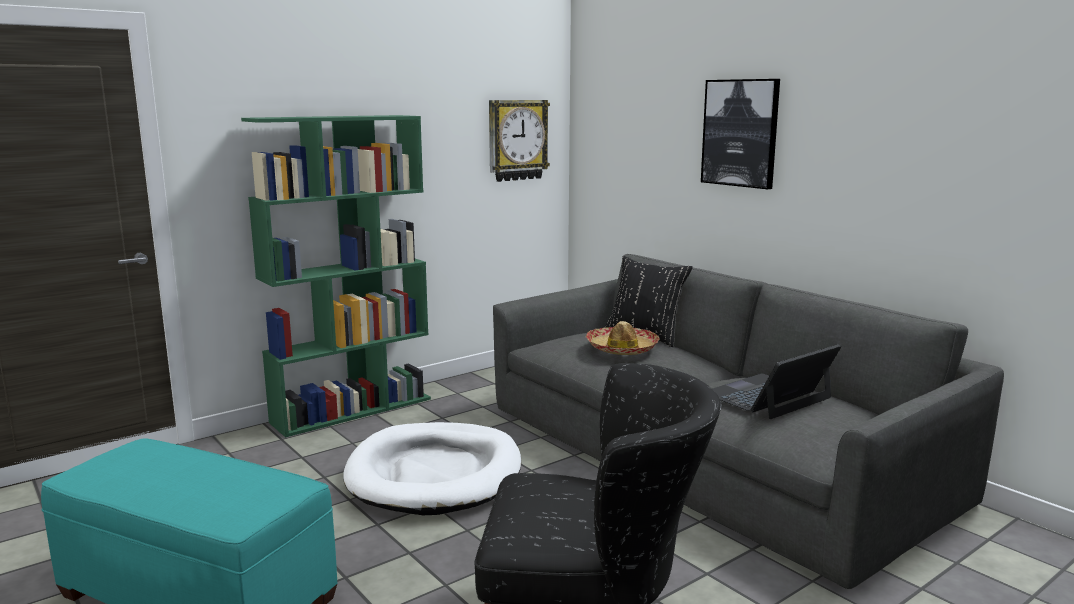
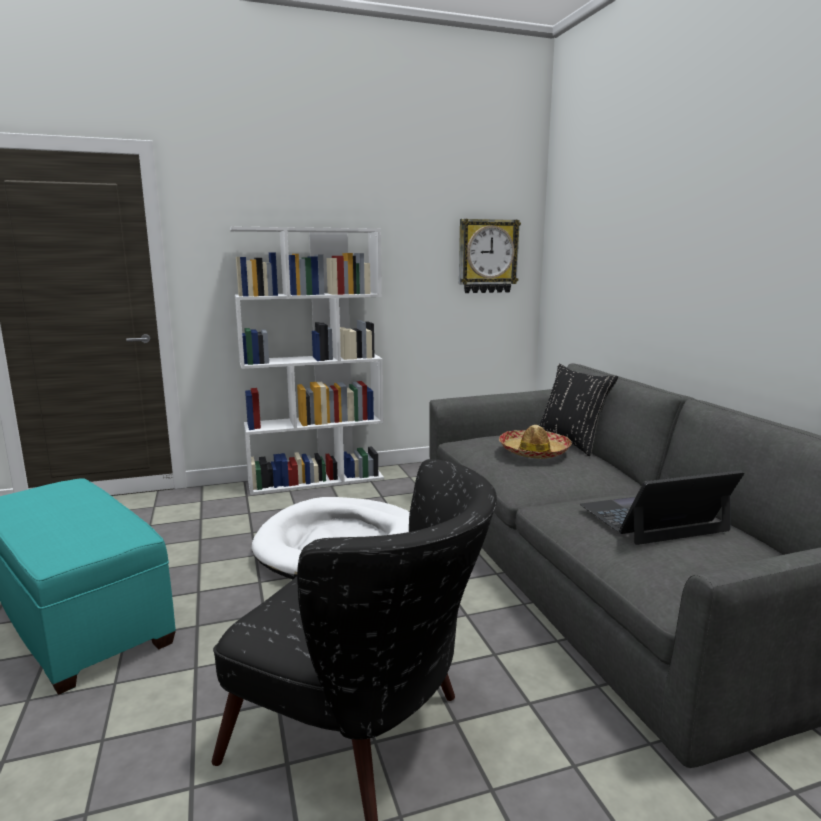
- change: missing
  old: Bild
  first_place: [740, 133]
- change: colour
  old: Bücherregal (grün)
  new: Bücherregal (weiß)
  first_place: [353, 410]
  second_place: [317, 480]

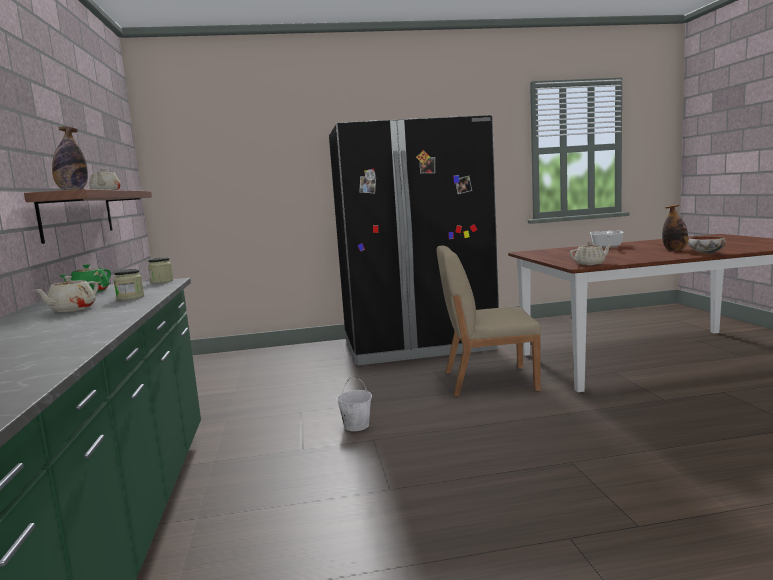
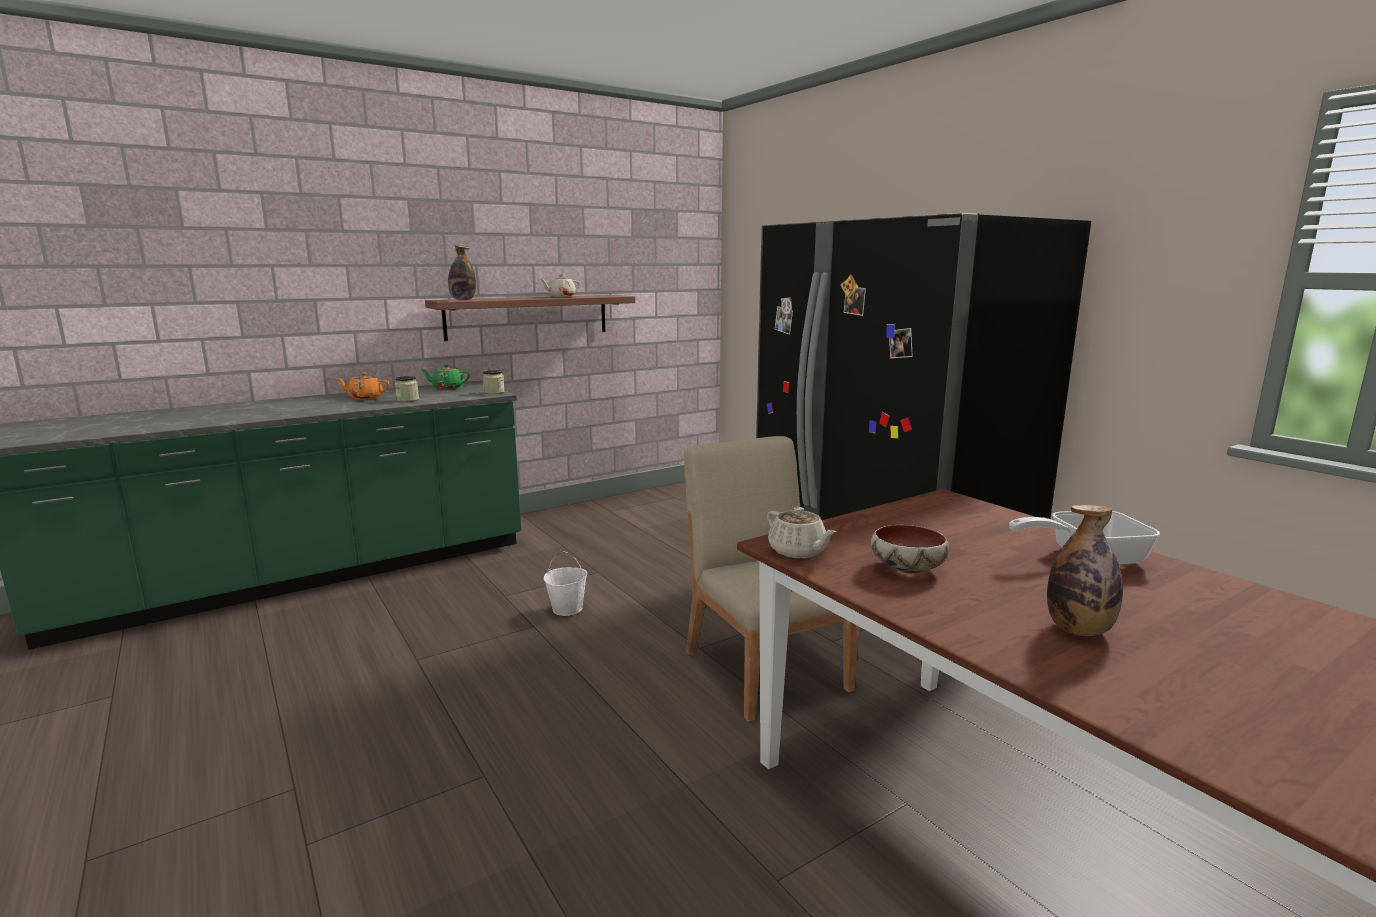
- change: relocated
  old: Schüssel
  first_place: [706, 253]
  second_place: [906, 569]
- change: colour
  old: Teekanne (beige)
  new: Teekanne (orange)
  first_place: [71, 309]
  second_place: [365, 398]

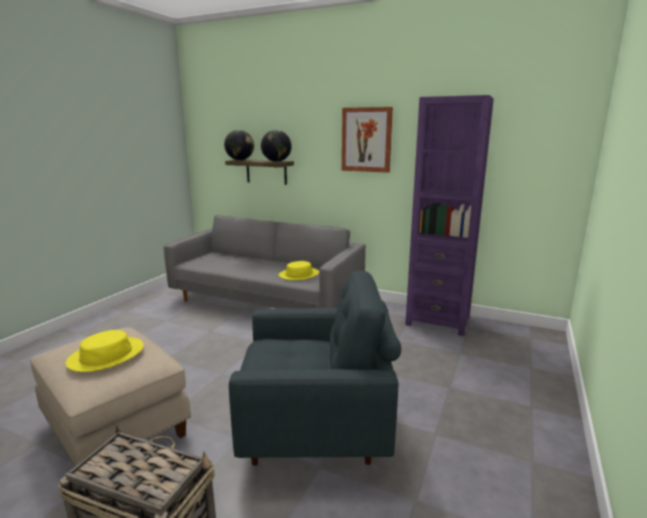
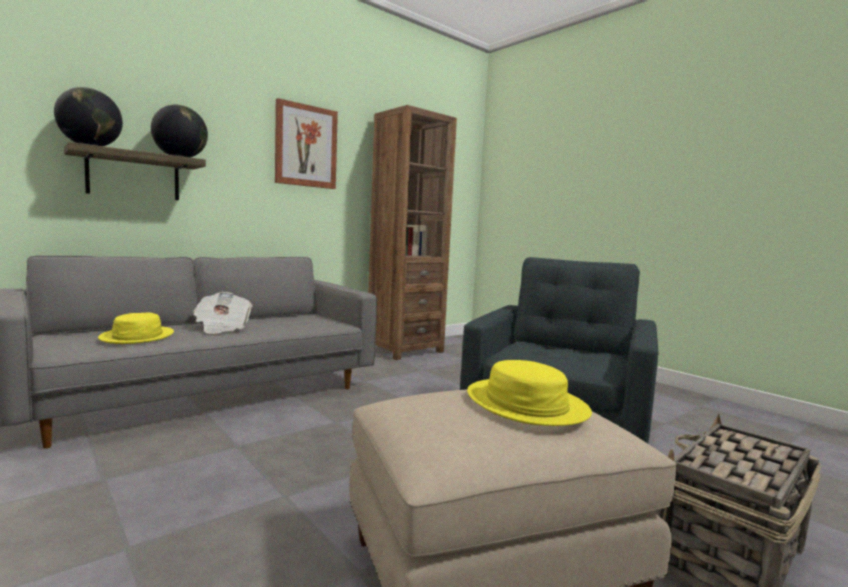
- change: appeared
  new: Zeitung
  second_place: [222, 328]
- change: relocated
  old: Hut (gelb)
  first_place: [299, 274]
  second_place: [138, 336]
- change: colour
  old: Bücherregal (lila)
  new: Bücherregal (braun)
  first_place: [438, 320]
  second_place: [404, 350]

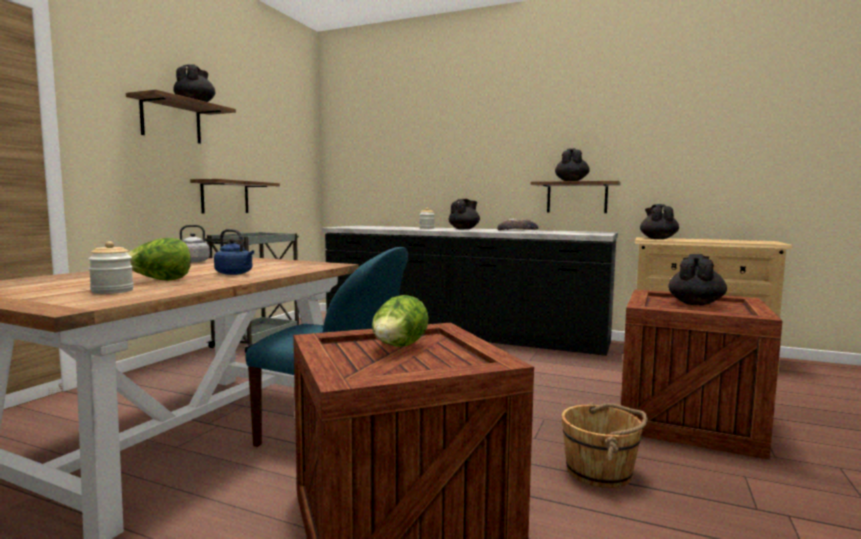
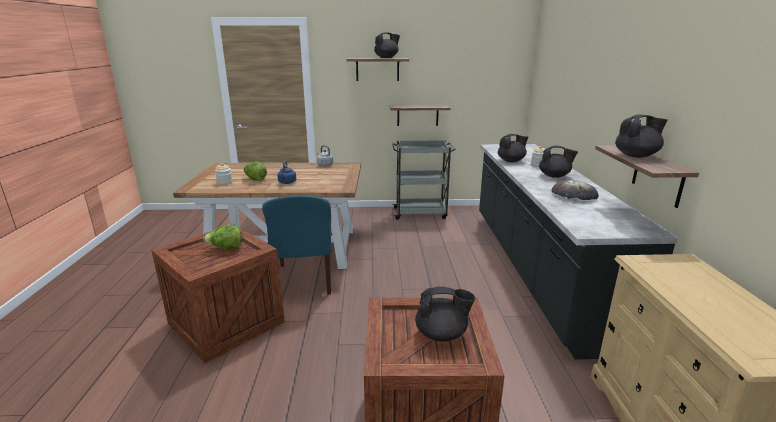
- change: missing
  old: Eimer (braun)
  first_place: [600, 471]
- change: relocated
  old: Teekanne (schwarz)
  first_place: [658, 239]
  second_place: [511, 161]

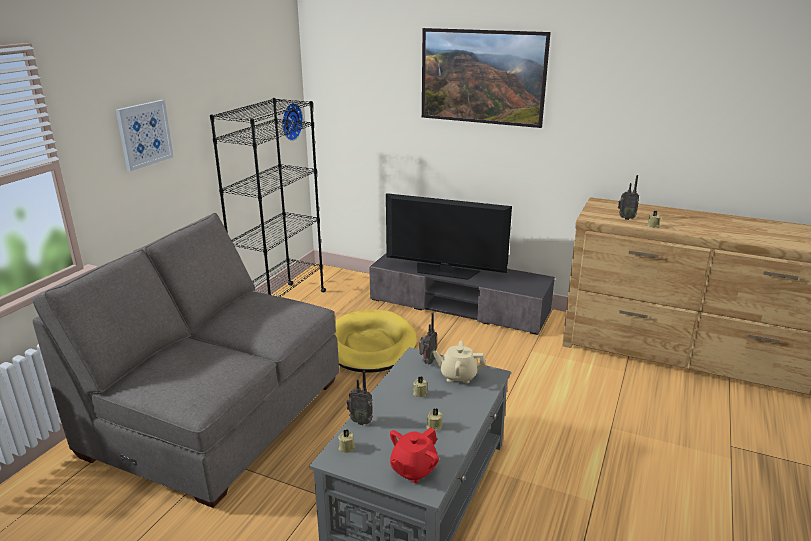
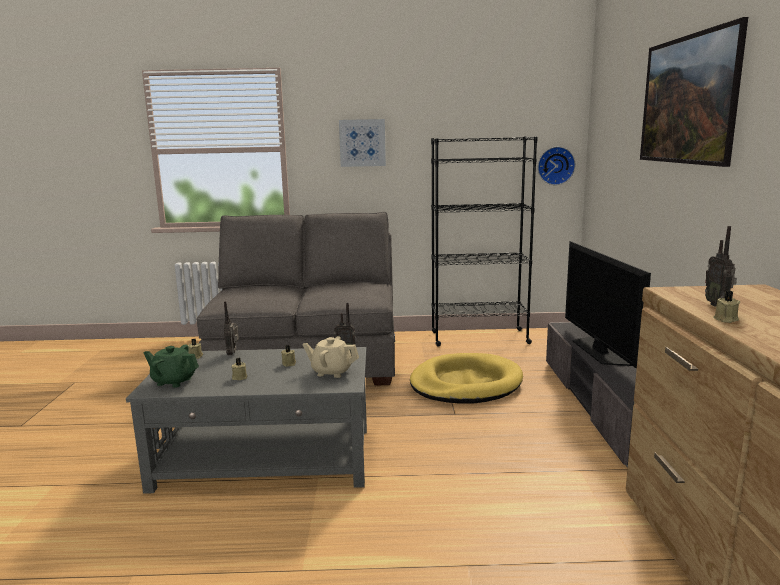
- change: colour
  old: Teekanne (rot)
  new: Teekanne (grün)
  first_place: [413, 470]
  second_place: [173, 381]
- change: spun
  old: Teekanne (beige)
  first_place: [458, 376]
  second_place: [331, 372]
  degrees: -60

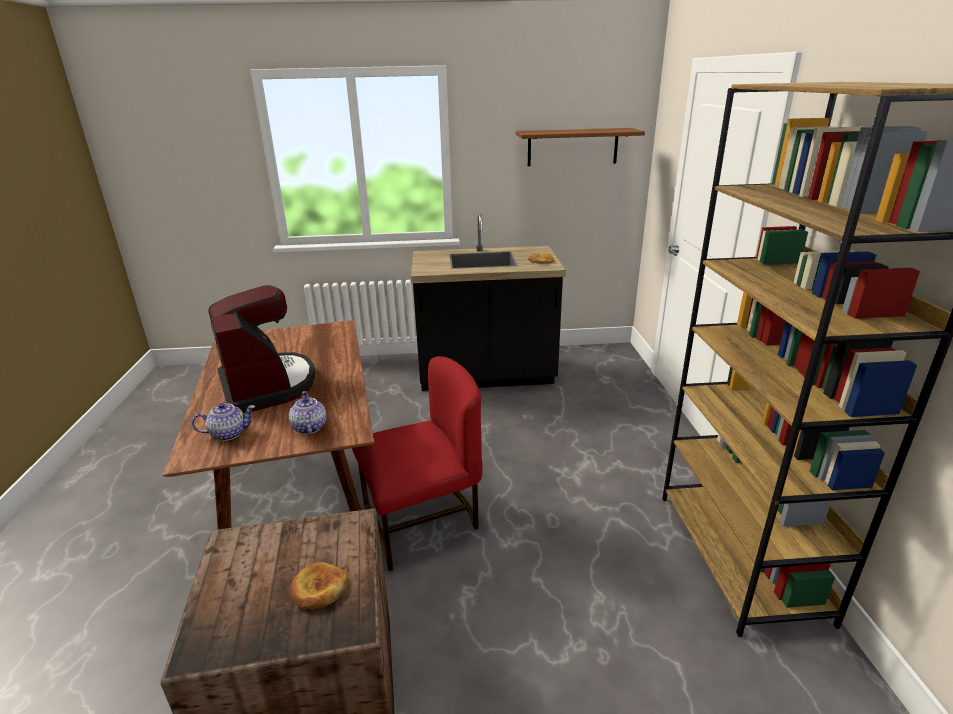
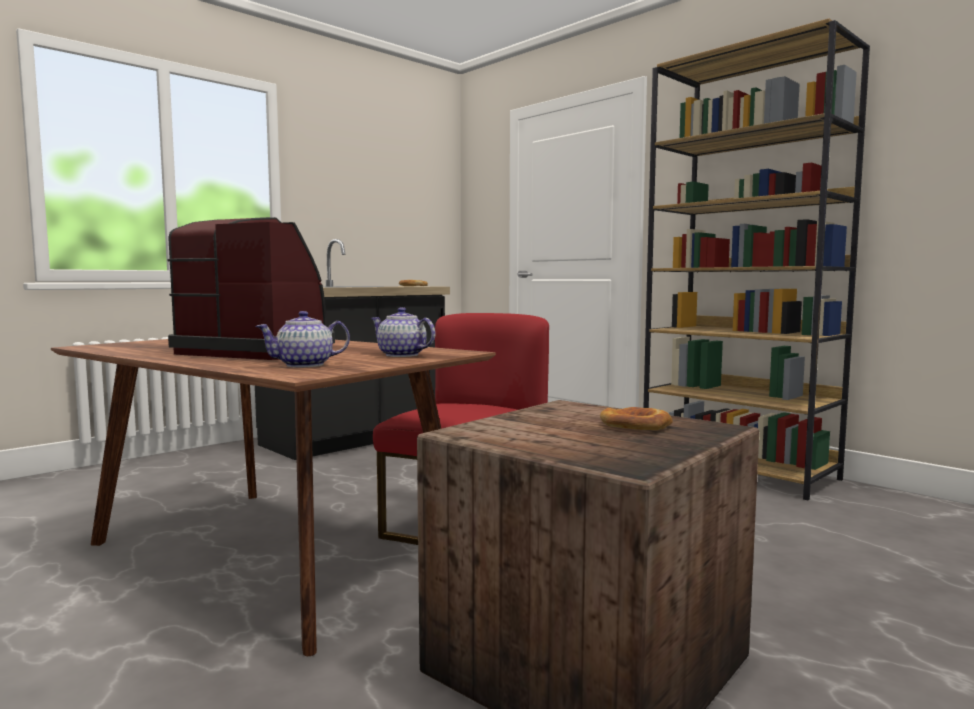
- change: missing
  old: Wandregal (braun)
  first_place: [572, 147]
- change: spun
  old: Teekanne
  first_place: [228, 433]
  second_place: [305, 365]
  degrees: -150

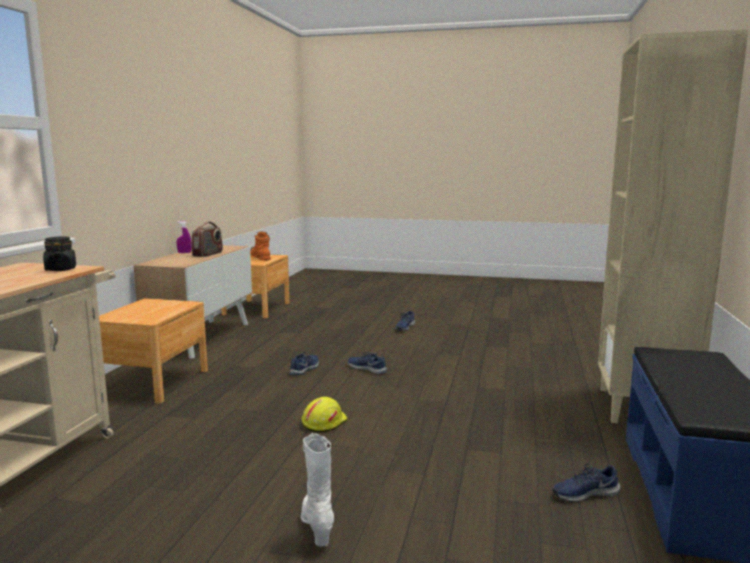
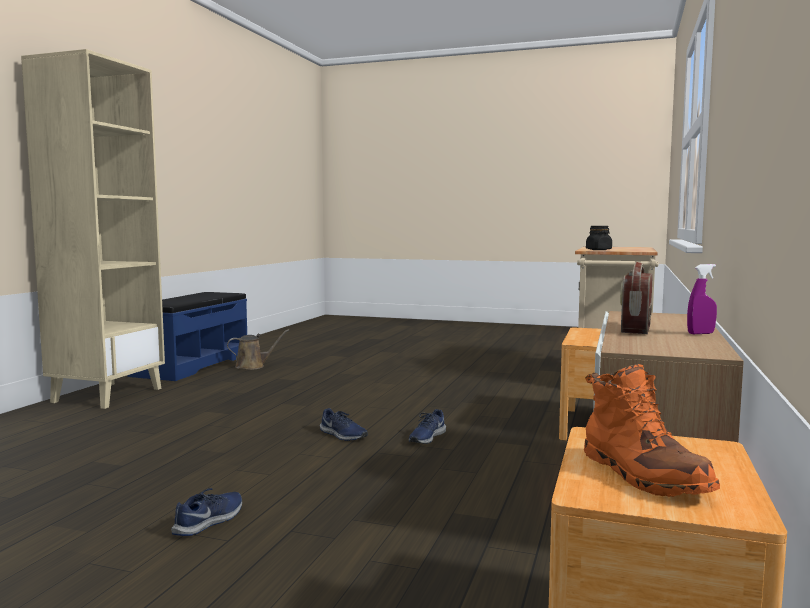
- change: missing
  old: Stiefel (weiß)
  first_place: [317, 526]
- change: missing
  old: Schutzhelm (gelb)
  first_place: [323, 422]
- change: exchanged
  old: Schuh (blau)
  new: Gießkanne (braun)
  first_place: [584, 493]
  second_place: [253, 366]

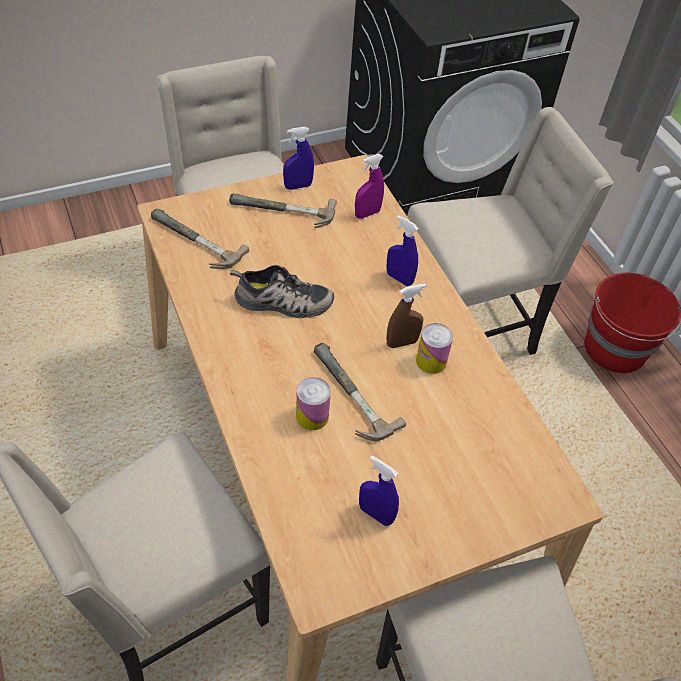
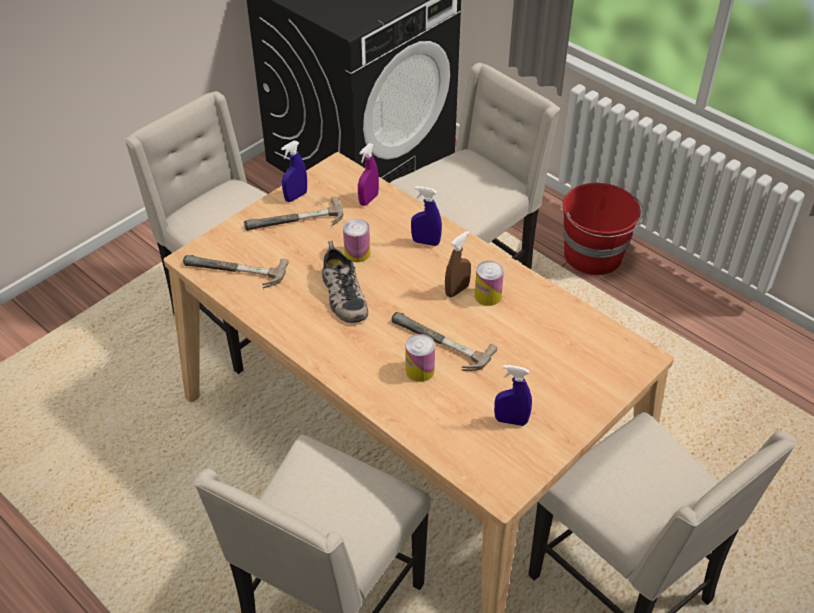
- change: appeared
  new: Dose
  second_place: [357, 253]
- change: spun
  old: Schuh
  first_place: [282, 303]
  second_place: [342, 294]
  degrees: 90

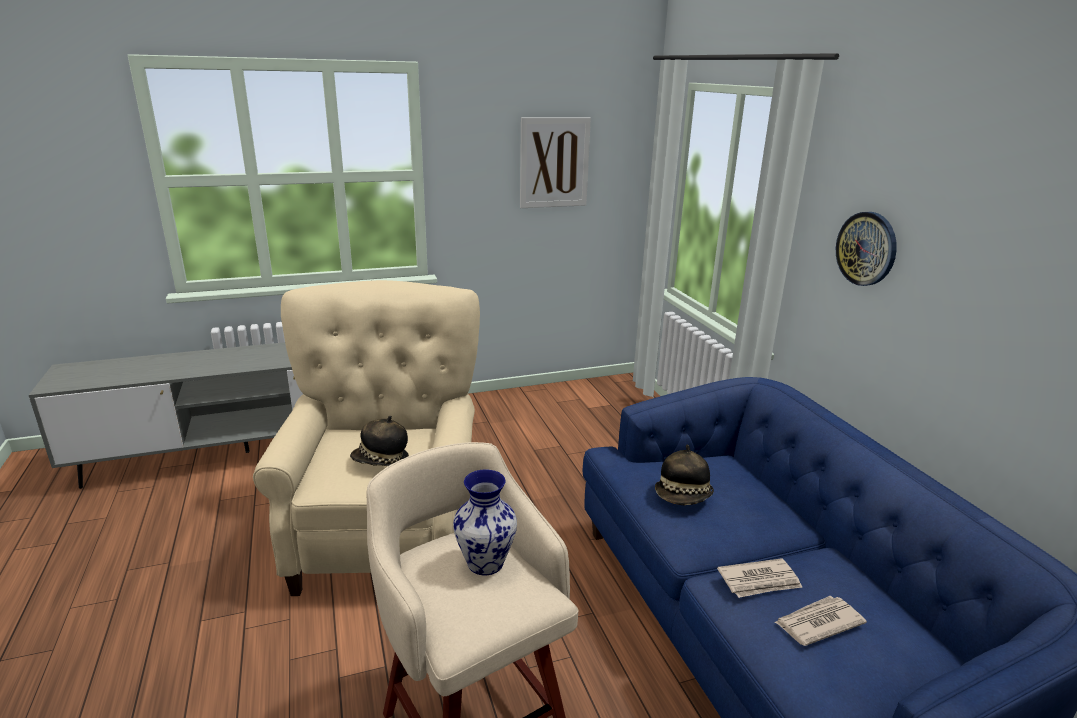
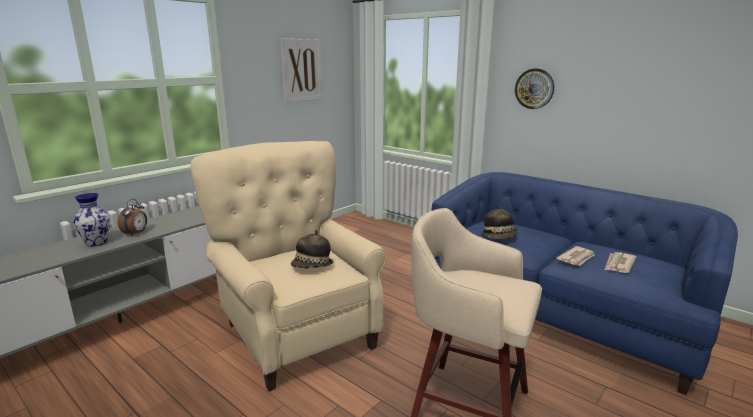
- change: appeared
  new: Wecker
  second_place: [136, 233]
- change: relocated
  old: Vase
  first_place: [486, 562]
  second_place: [97, 243]

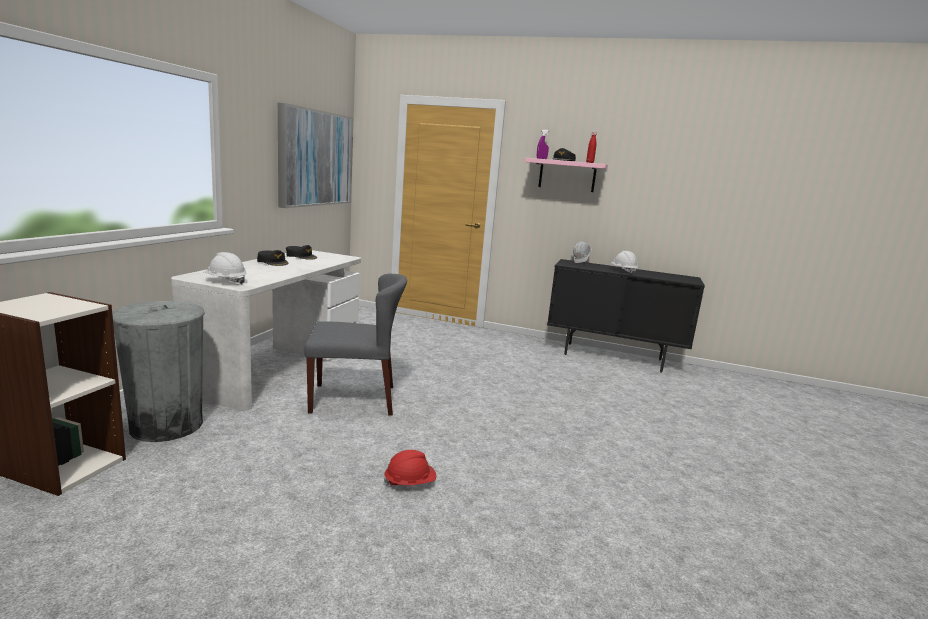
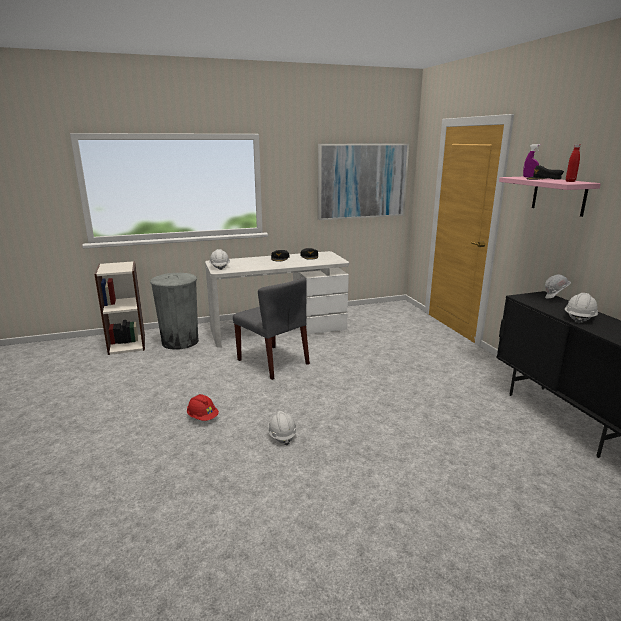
- change: appeared
  new: Schutzhelm (weiß)
  second_place: [282, 435]

